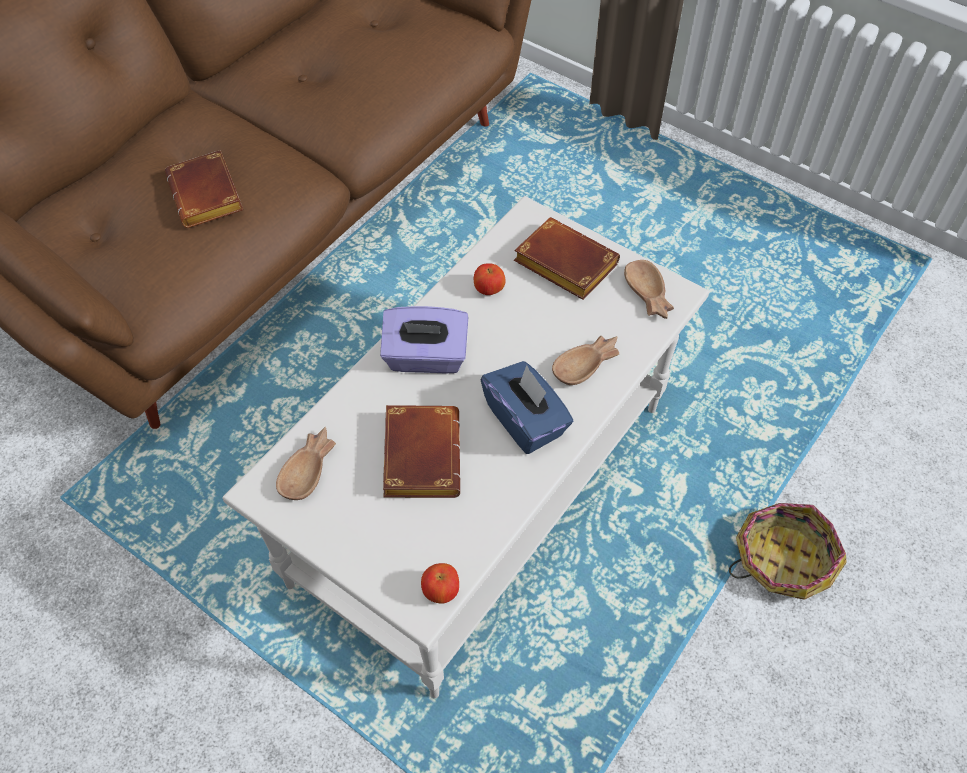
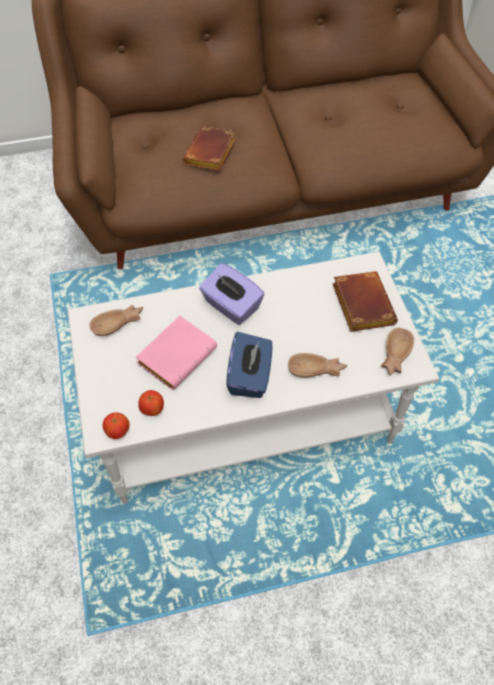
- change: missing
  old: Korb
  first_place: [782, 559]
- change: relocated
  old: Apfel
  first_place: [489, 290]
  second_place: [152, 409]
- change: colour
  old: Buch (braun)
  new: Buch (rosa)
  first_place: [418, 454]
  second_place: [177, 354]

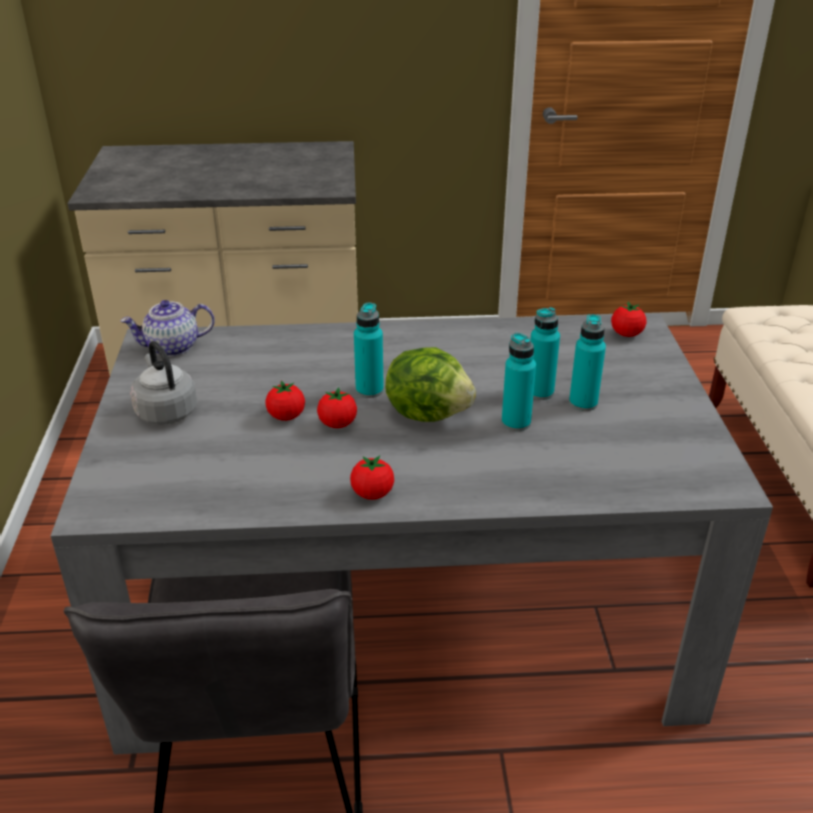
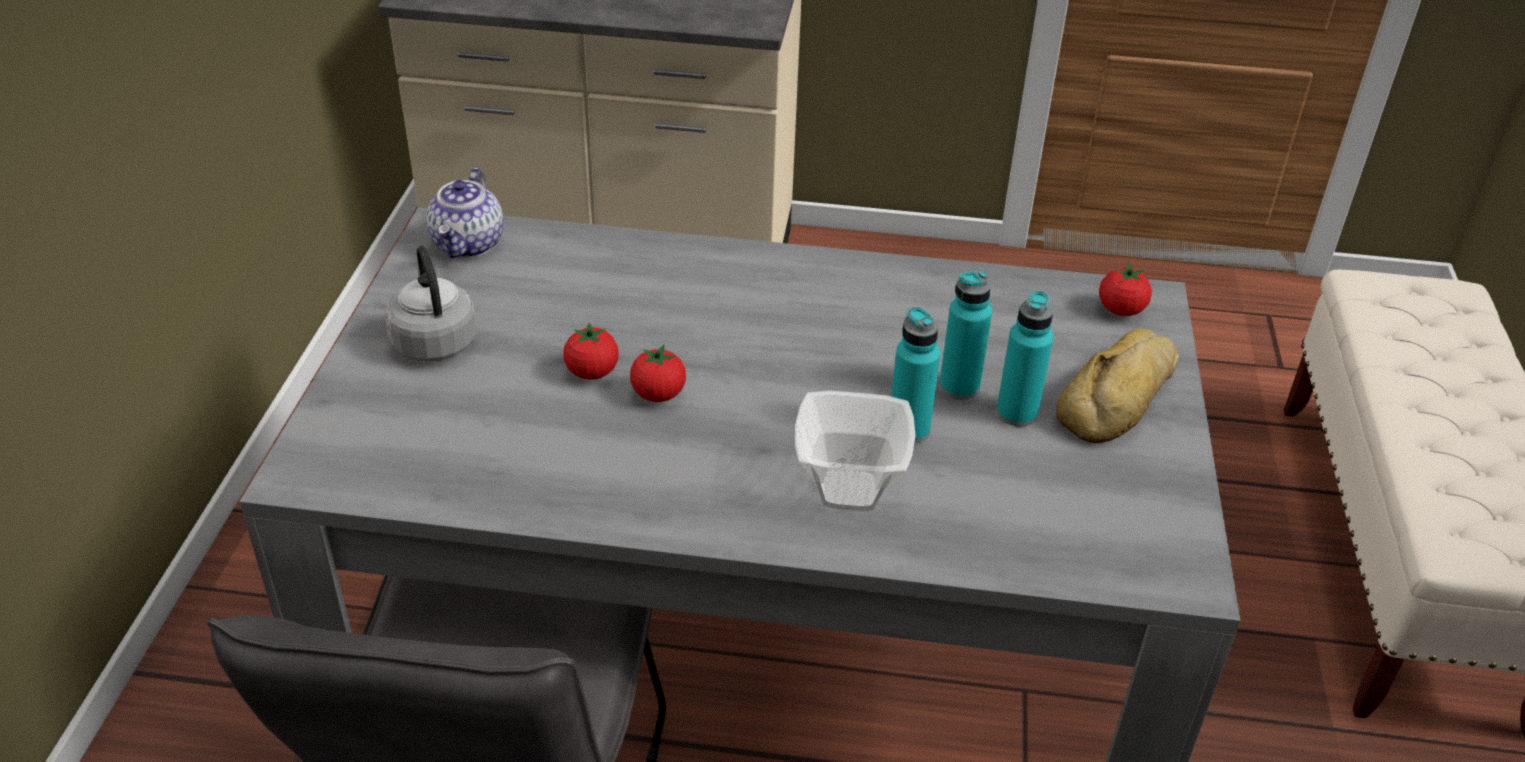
- change: missing
  old: Tomate
  first_place: [372, 494]
- change: missing
  old: Flasche (türkis)
  first_place: [369, 390]
- change: missing
  old: Salatkopf
  first_place: [428, 413]
- change: appeared
  new: Schüssel
  second_place: [851, 493]
- change: appeared
  new: Brot
  second_place: [1121, 398]
- change: spun
  old: Teekanne
  first_place: [172, 348]
  second_place: [469, 245]
  degrees: -75

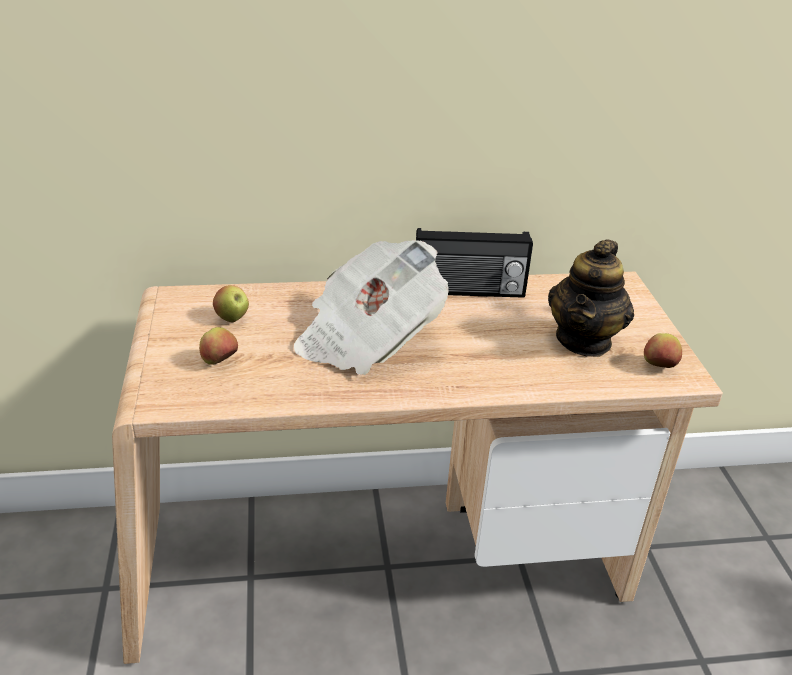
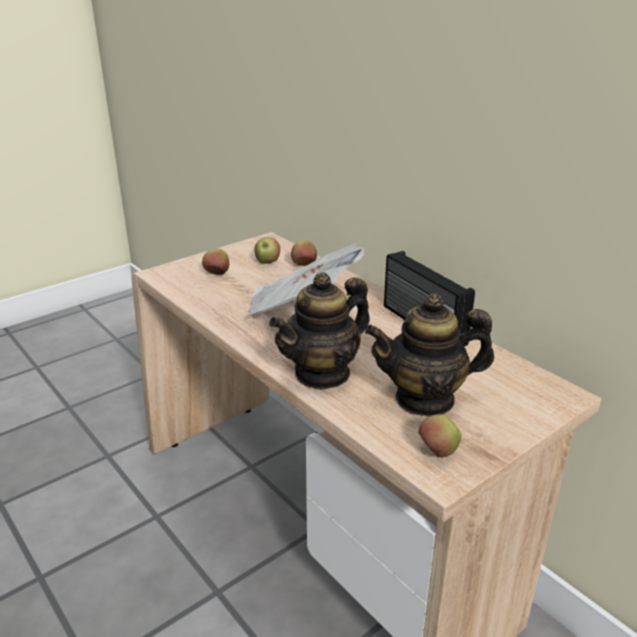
- change: appeared
  new: Teekanne
  second_place: [322, 373]
- change: appeared
  new: Apfel
  second_place: [304, 265]

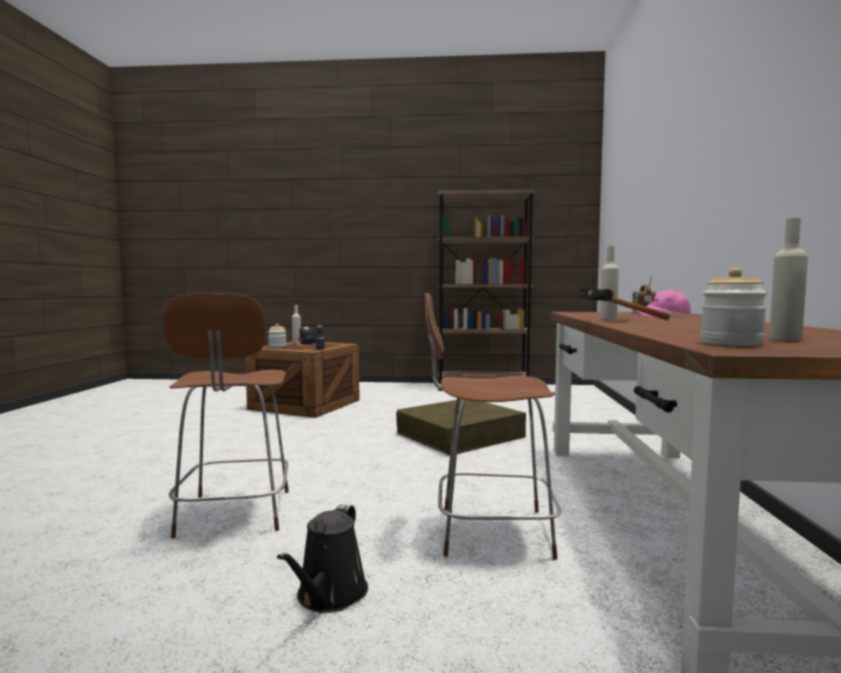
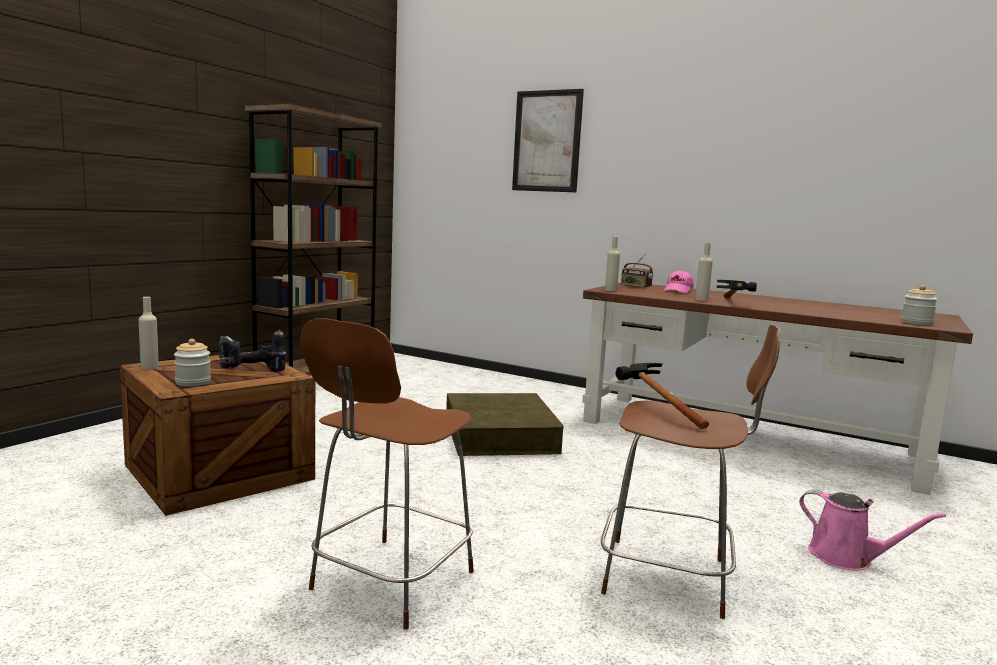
- change: appeared
  new: Bild
  second_place: [547, 141]
- change: appeared
  new: Hammer
  second_place: [654, 408]
- change: relocated
  old: Hocker (braun)
  first_place: [489, 531]
  second_place: [389, 583]
- change: relocated
  old: Flasche (beige)
  first_place: [785, 339]
  second_place: [610, 290]
- change: colour
  old: Gießkanne (schwarz)
  new: Gießkanne (rosa)
  first_place: [329, 596]
  second_place: [846, 558]

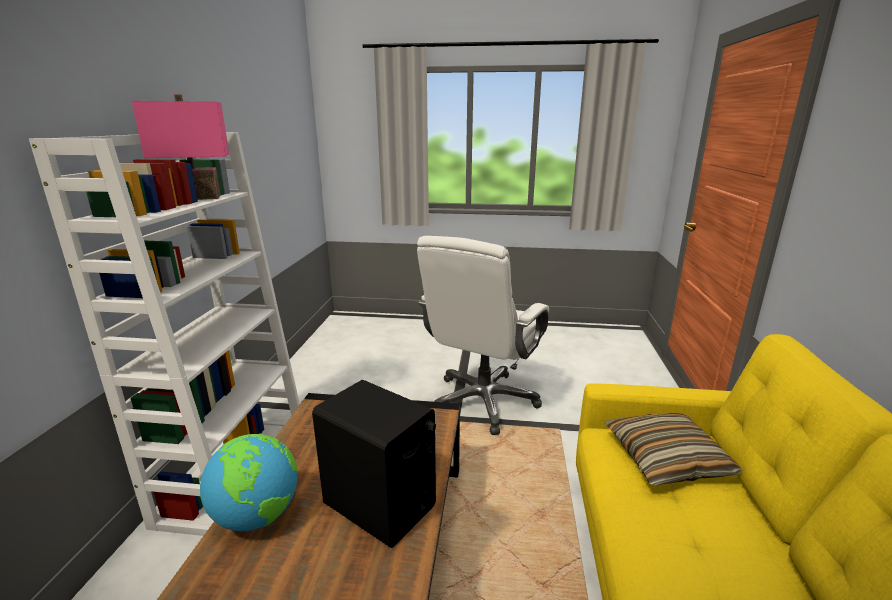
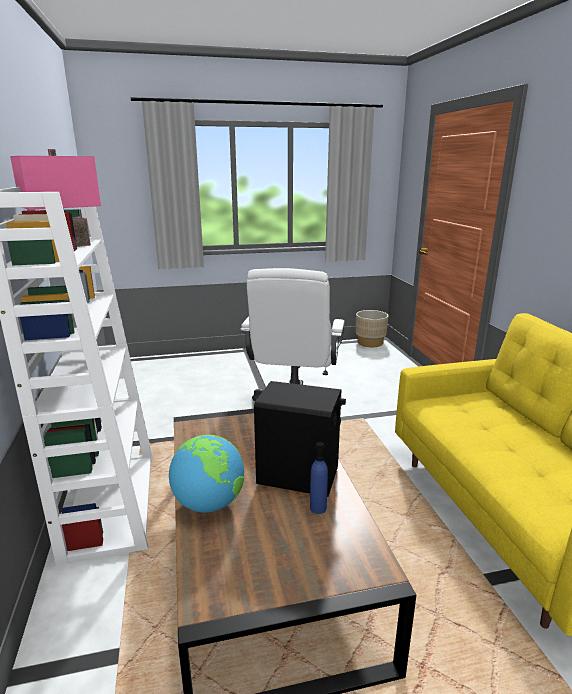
- change: missing
  old: Kissen
  first_place: [666, 459]
- change: appeared
  new: Flasche (blau)
  second_place: [318, 508]
- change: appeared
  new: Pflanzkübel (beige)
  second_place: [370, 343]

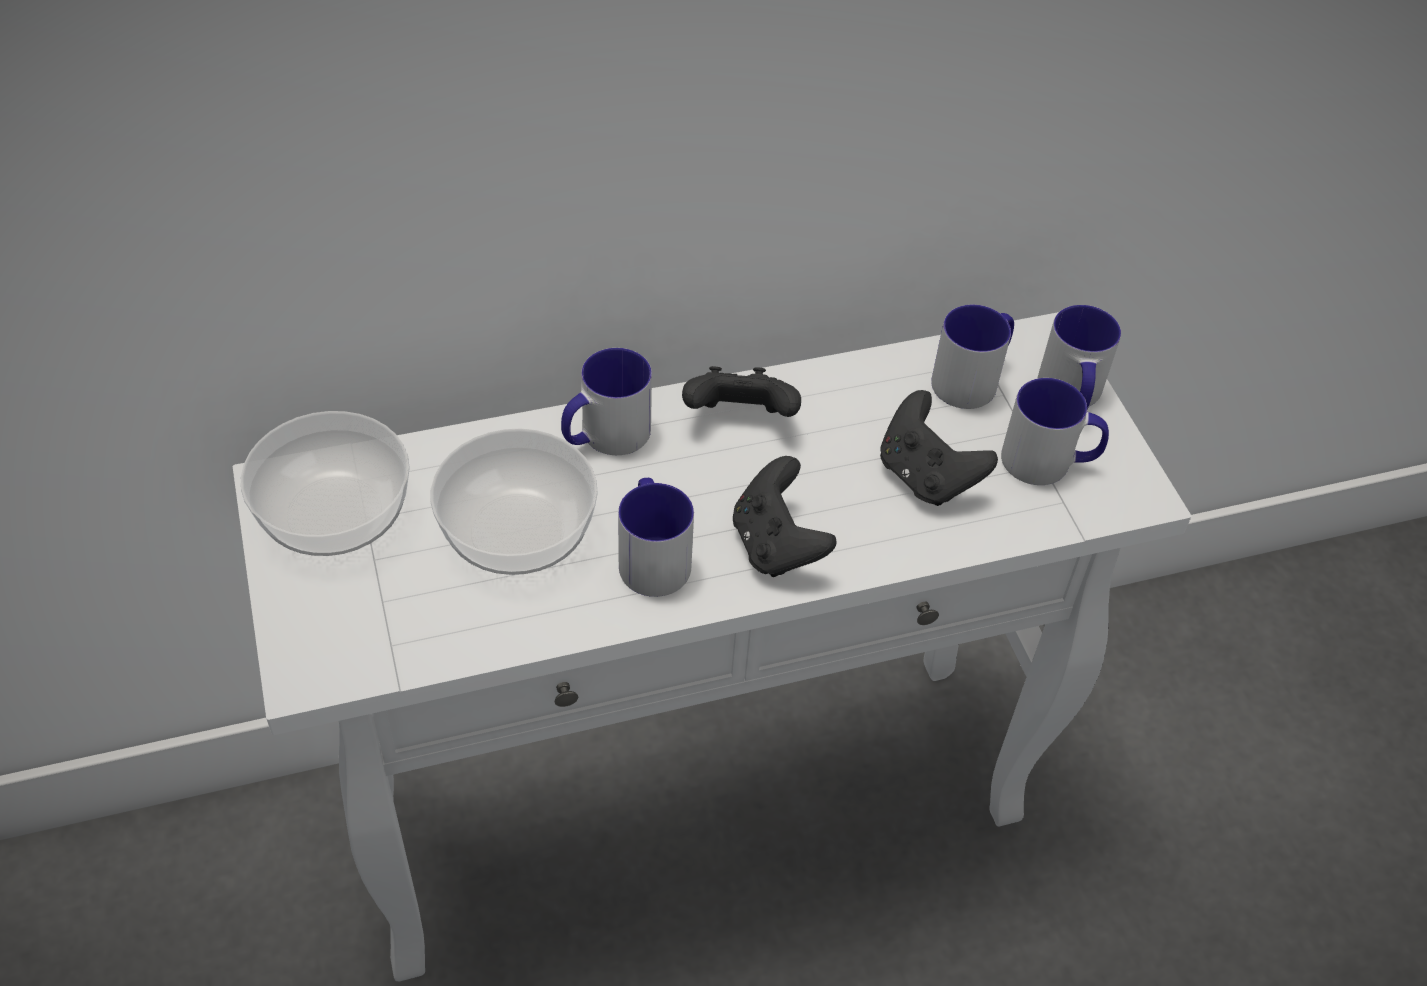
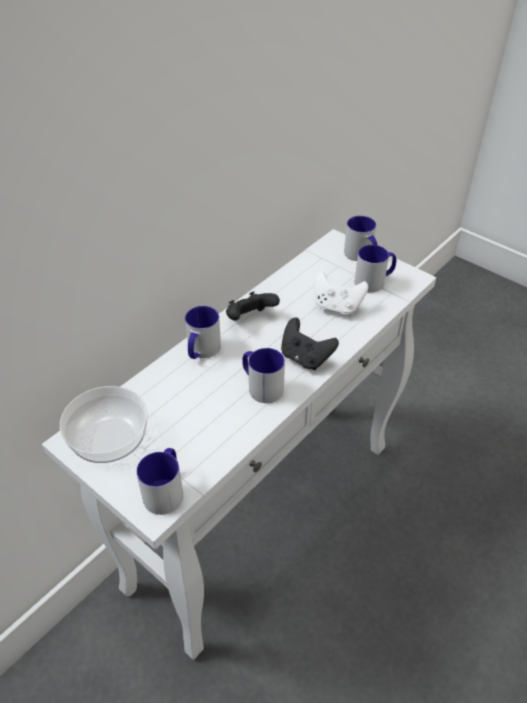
- change: missing
  old: Schüssel
  first_place: [520, 530]
- change: relocated
  old: Henkelbecher
  first_place: [972, 378]
  second_place: [166, 490]
- change: colour
  old: Gamepad (schwarz)
  new: Gamepad (weiß)
  first_place: [926, 476]
  second_place: [337, 306]

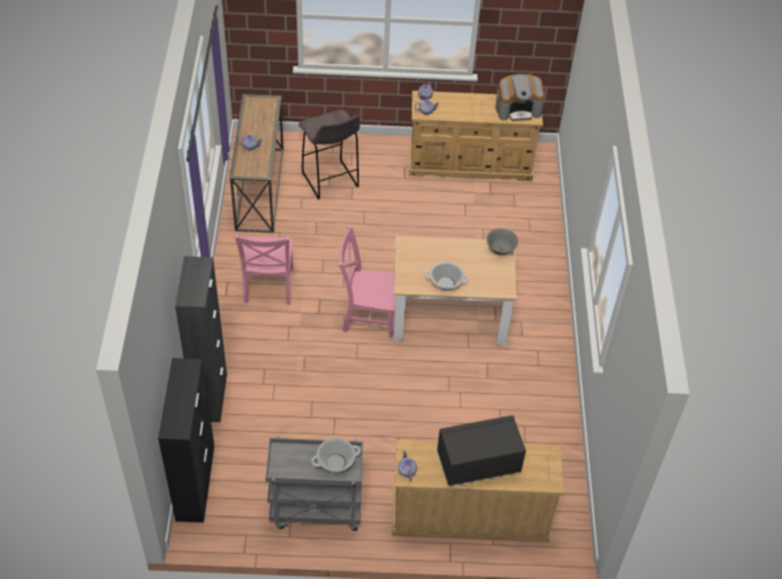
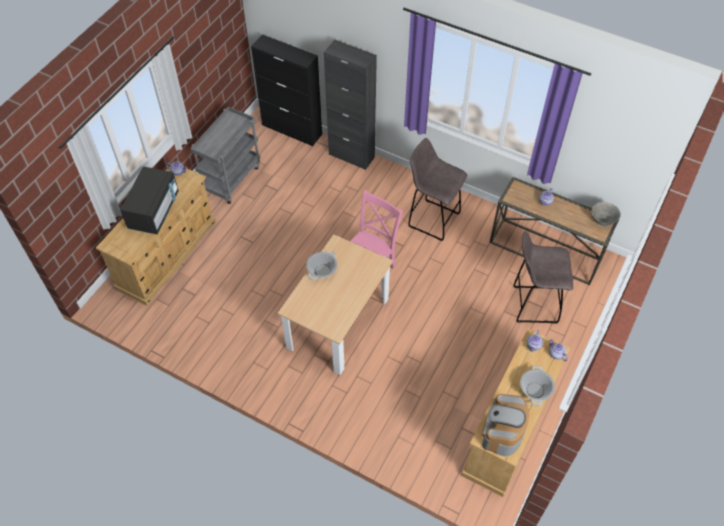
- change: relocated
  old: Kochtopf
  first_place: [335, 462]
  second_place: [535, 390]
- change: relocated
  old: Schüssel (grau)
  first_place: [500, 250]
  second_place: [602, 221]
- change: exchanged
  old: Stuhl (rosa)
  new: Hocker (grau)
  first_place: [268, 287]
  second_place: [432, 219]

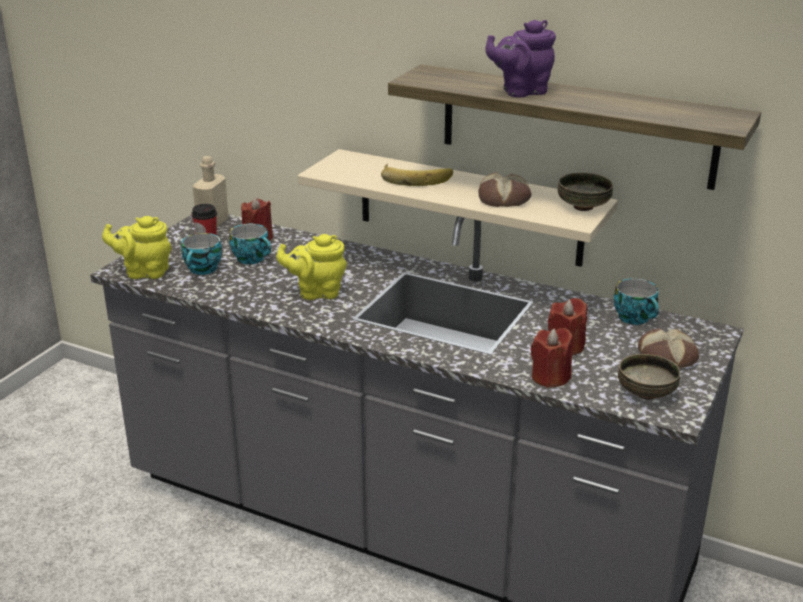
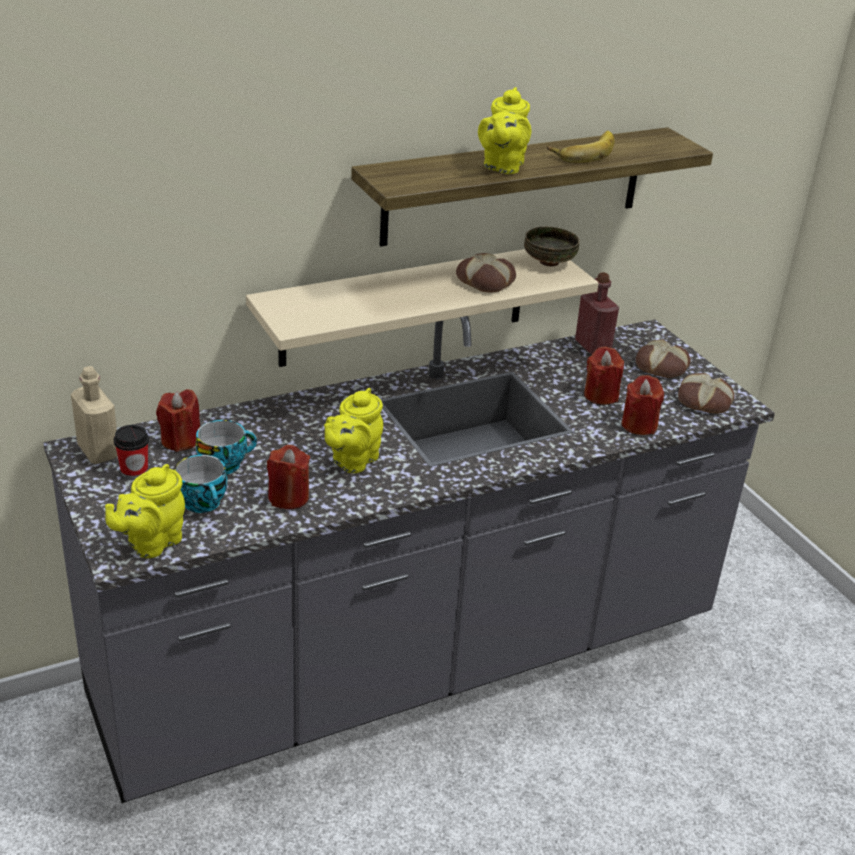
- change: appeared
  new: Kerze (rot)
  second_place: [288, 497]
- change: relocated
  old: Banane
  first_place: [416, 177]
  second_place: [582, 151]
- change: exchanged
  old: Tasse
  new: Flasche (rot)
  first_place: [636, 318]
  second_place: [592, 347]
- change: exchanged
  old: Schüssel
  new: Brot
  first_place: [645, 394]
  second_place: [703, 401]
- change: colour
  old: Teekanne (lila)
  new: Teekanne (gelb)
  first_place: [521, 91]
  second_place: [502, 166]

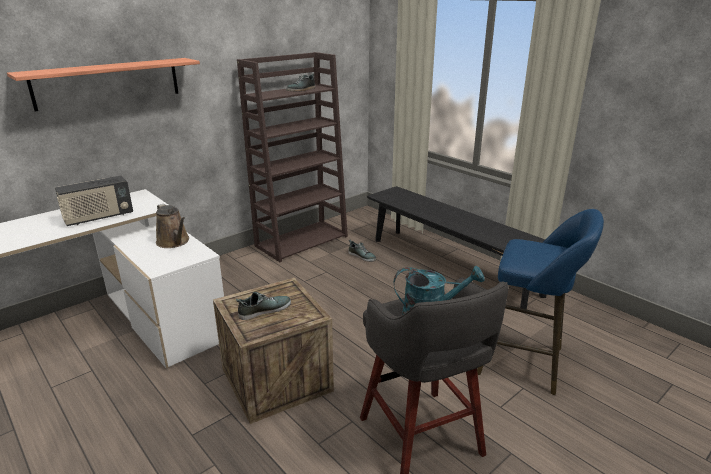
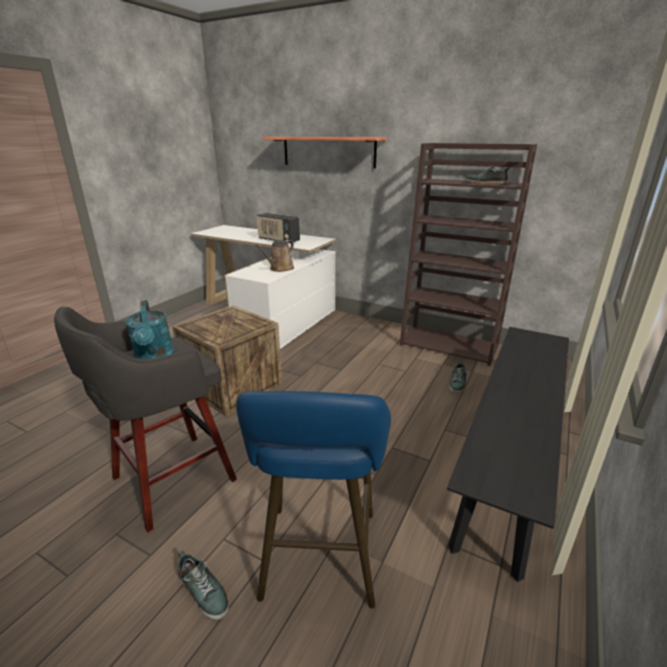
- change: relocated
  old: Schuh
  first_place: [264, 310]
  second_place: [204, 591]

